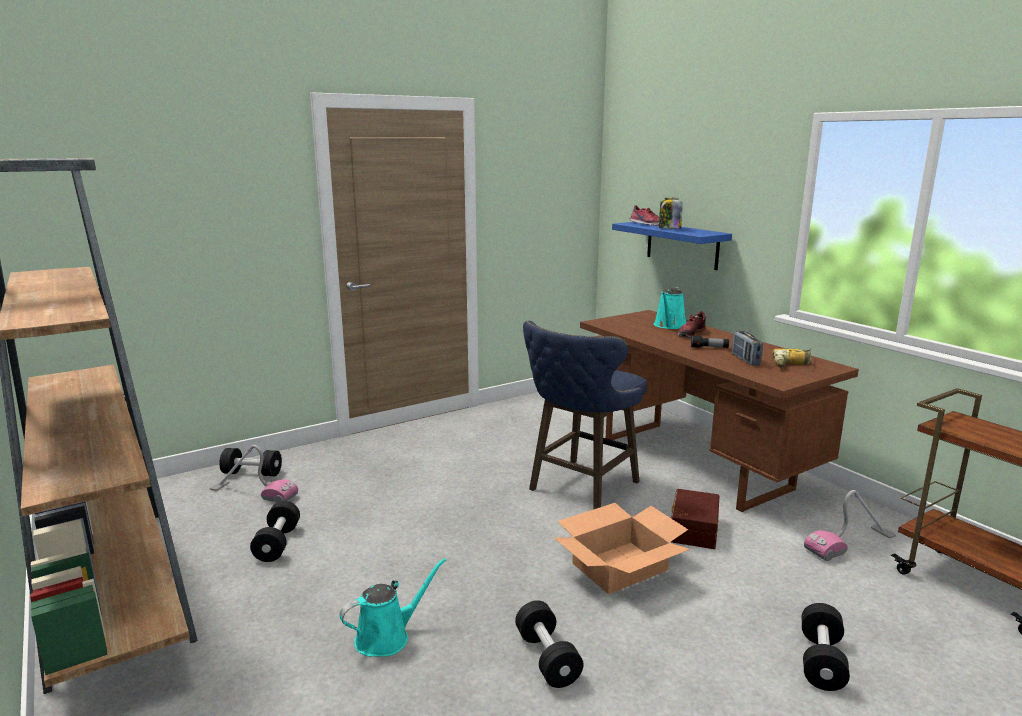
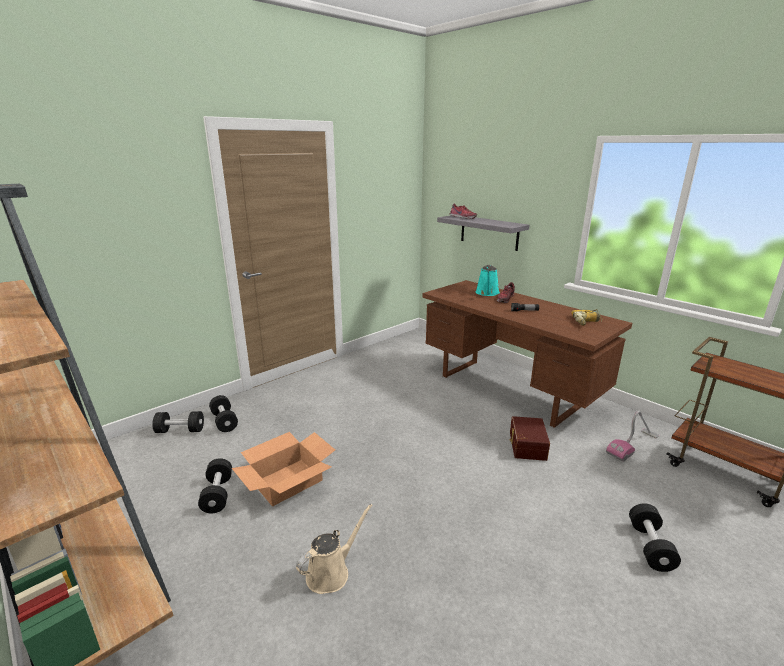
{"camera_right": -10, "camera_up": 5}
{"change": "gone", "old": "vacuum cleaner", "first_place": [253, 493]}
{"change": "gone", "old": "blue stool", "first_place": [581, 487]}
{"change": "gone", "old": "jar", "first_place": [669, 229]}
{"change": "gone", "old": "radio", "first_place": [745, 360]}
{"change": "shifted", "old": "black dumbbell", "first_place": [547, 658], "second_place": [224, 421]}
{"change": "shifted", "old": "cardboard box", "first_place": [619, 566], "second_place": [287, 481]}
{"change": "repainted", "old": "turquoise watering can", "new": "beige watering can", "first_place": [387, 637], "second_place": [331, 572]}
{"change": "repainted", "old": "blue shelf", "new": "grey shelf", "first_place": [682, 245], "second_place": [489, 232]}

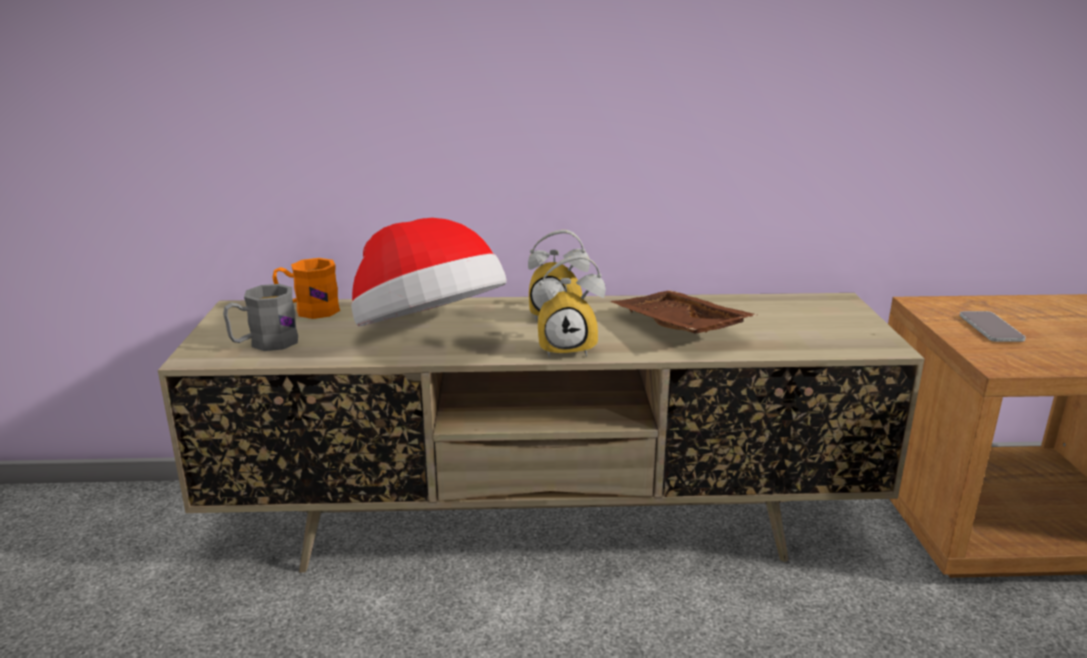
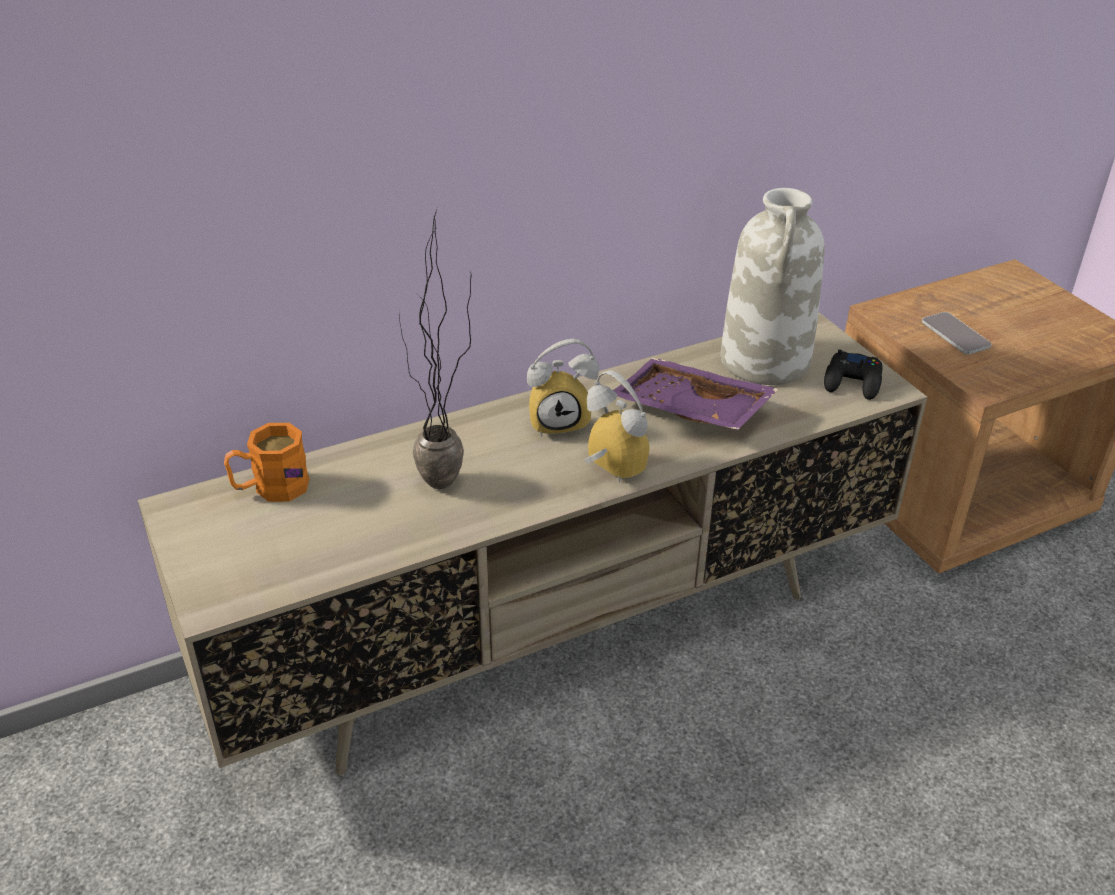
{"camera_right": -25, "camera_up": 15}
{"change": "gone", "old": "grey mug", "first_place": [264, 343]}
{"change": "new", "new": "white vase", "second_place": [766, 362]}
{"change": "new", "new": "black game controller", "second_place": [853, 382]}
{"change": "swapped", "old": "hat", "new": "potted plant", "first_place": [428, 335], "second_place": [446, 492]}
{"change": "repainted", "old": "brown tray", "new": "purple tray", "first_place": [676, 328], "second_place": [689, 411]}
{"change": "rotated", "old": "alarm clock", "first_place": [568, 348], "second_place": [607, 472], "degrees": -105}

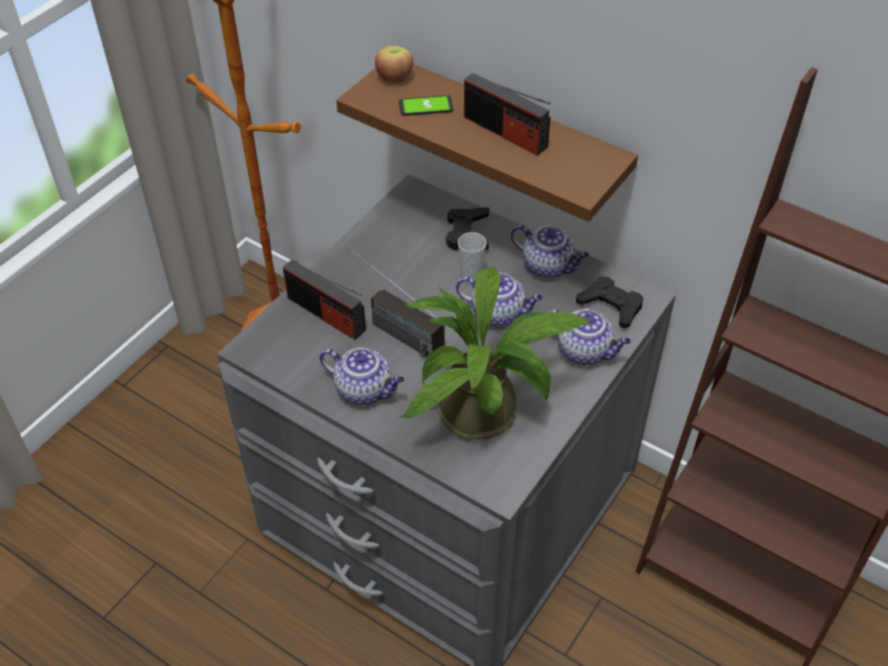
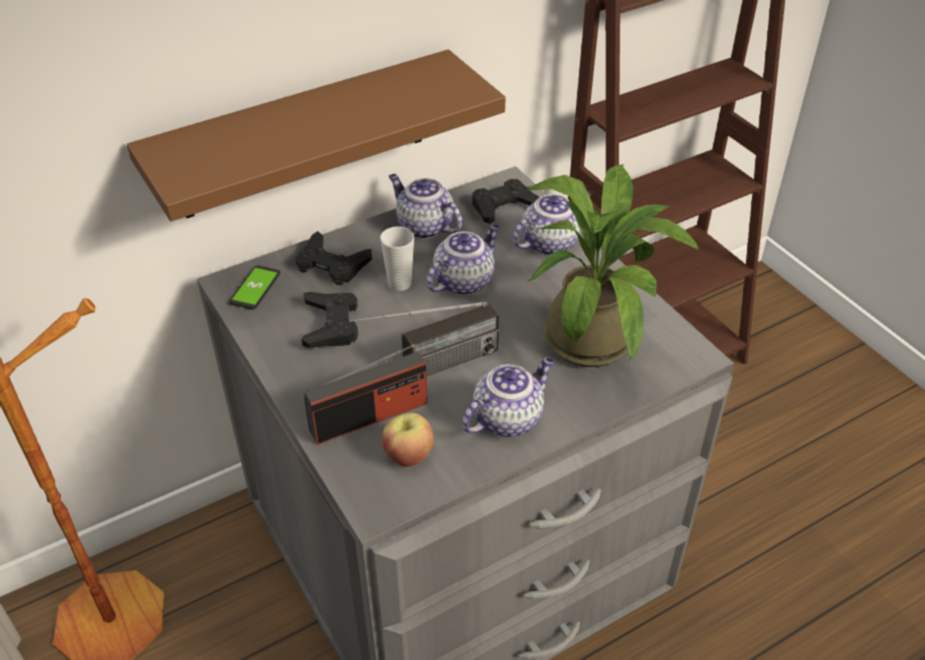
{"camera_right": -65, "camera_up": -5}
{"change": "gone", "old": "radio", "first_place": [505, 132]}
{"change": "new", "new": "black game controller", "second_place": [331, 325]}
{"change": "shifted", "old": "apple", "first_place": [394, 78], "second_place": [408, 454]}
{"change": "shifted", "old": "phone", "first_place": [426, 107], "second_place": [255, 288]}
{"change": "rotated", "old": "teapot", "first_place": [548, 266], "second_place": [423, 226], "degrees": -105}

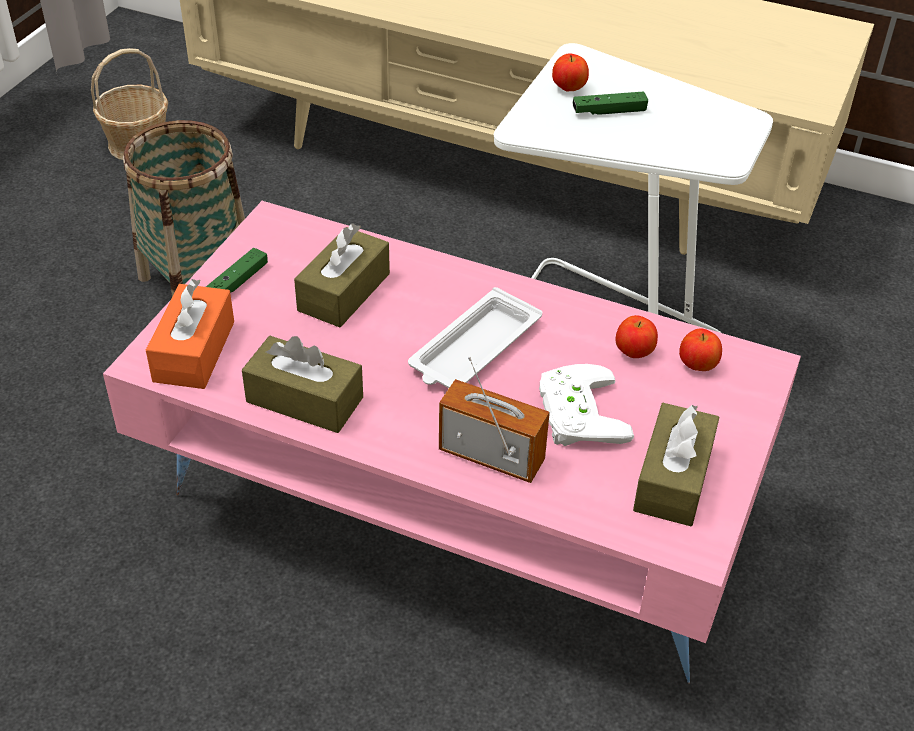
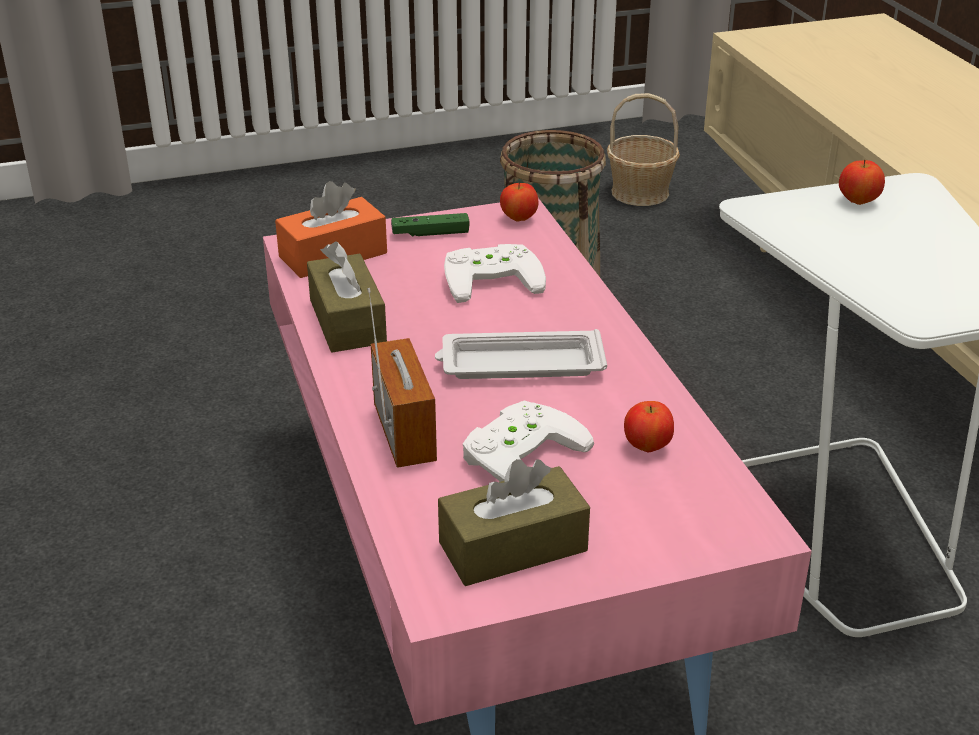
{"camera_right": 50, "camera_up": -10}
{"change": "gone", "old": "green game controller", "first_place": [609, 111]}
{"change": "shifted", "old": "apple", "first_place": [697, 366], "second_place": [518, 219]}
{"change": "swapped", "old": "brown tissue box", "new": "white game controller", "first_place": [344, 292], "second_place": [491, 277]}

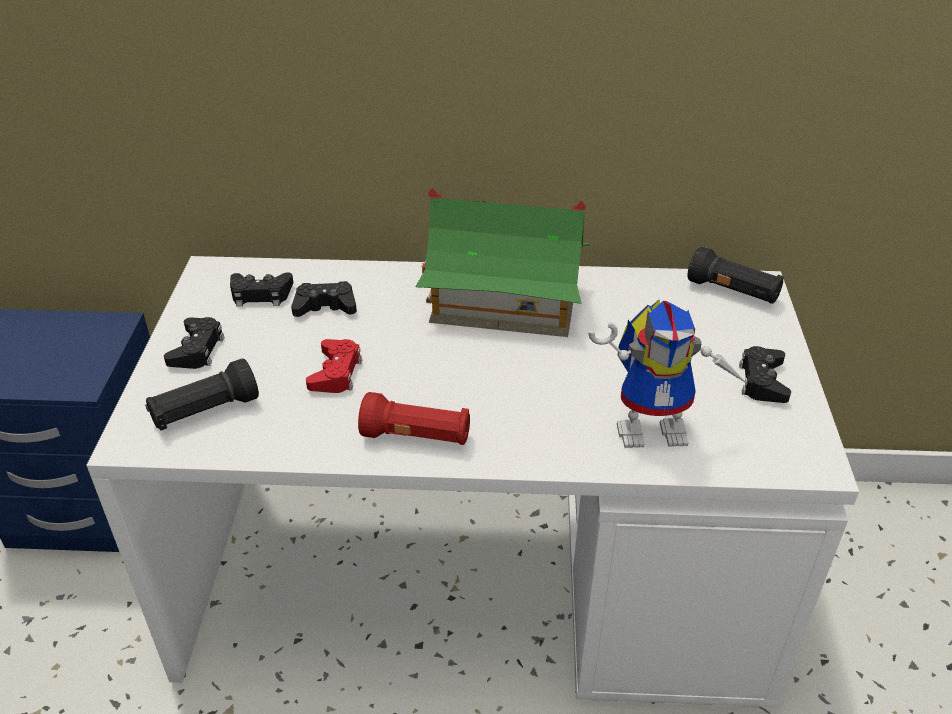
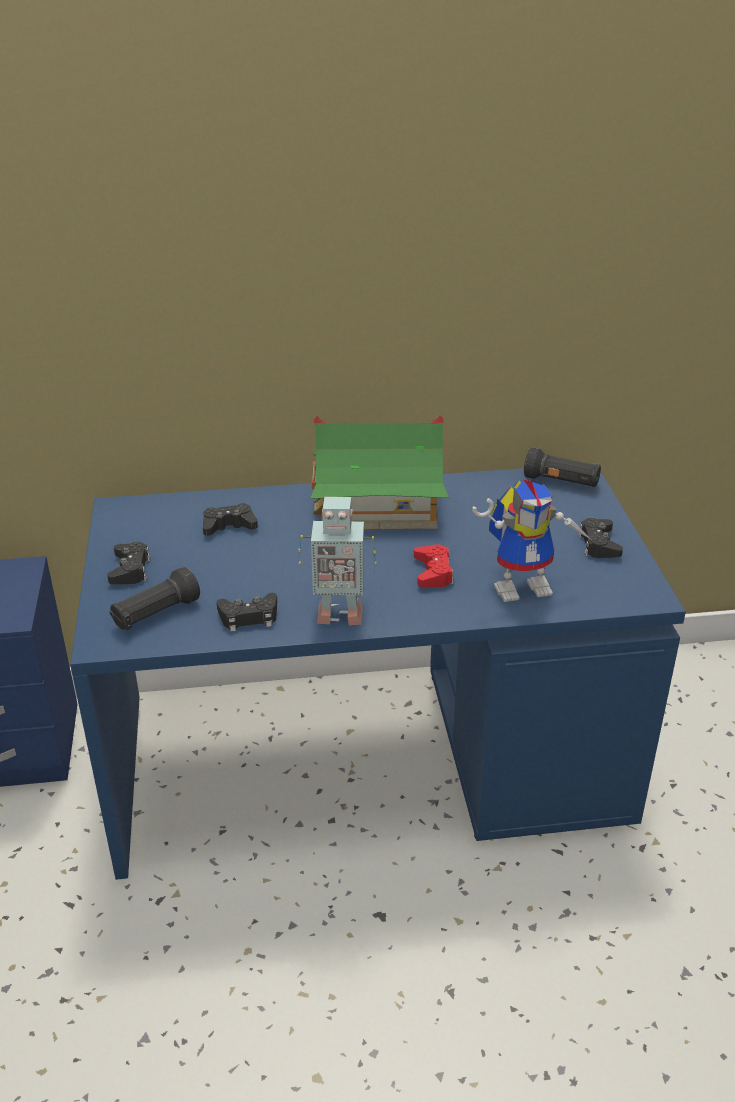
{"camera_right": -10, "camera_up": -5}
{"change": "shifted", "old": "black game controller", "first_place": [261, 294], "second_place": [249, 617]}
{"change": "shifted", "old": "red game controller", "first_place": [336, 373], "second_place": [433, 572]}
{"change": "swapped", "old": "red flashlight", "new": "toy robot", "first_place": [417, 437], "second_place": [338, 613]}
{"change": "repainted", "old": "white desk", "new": "blue desk", "first_place": [476, 574], "second_place": [367, 758]}

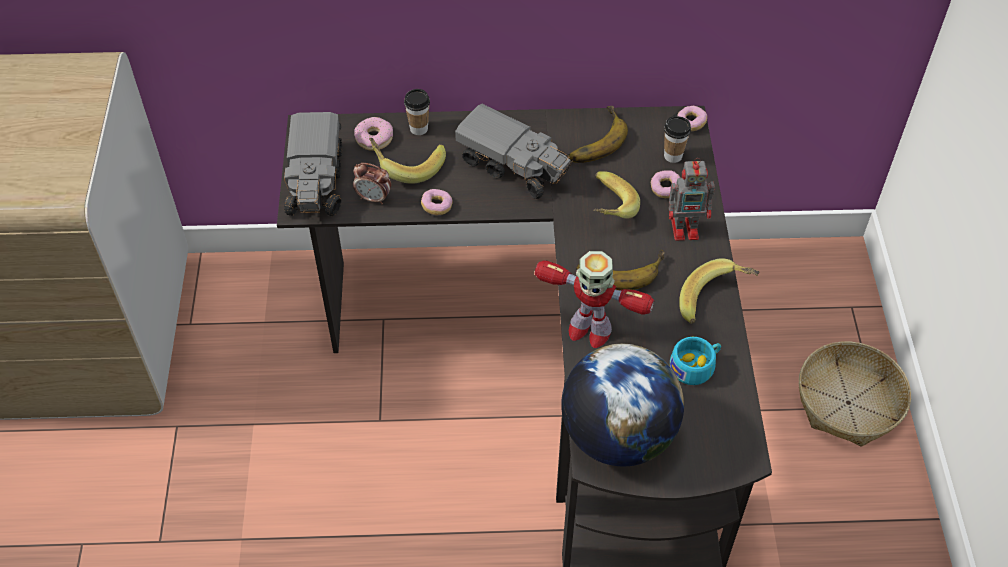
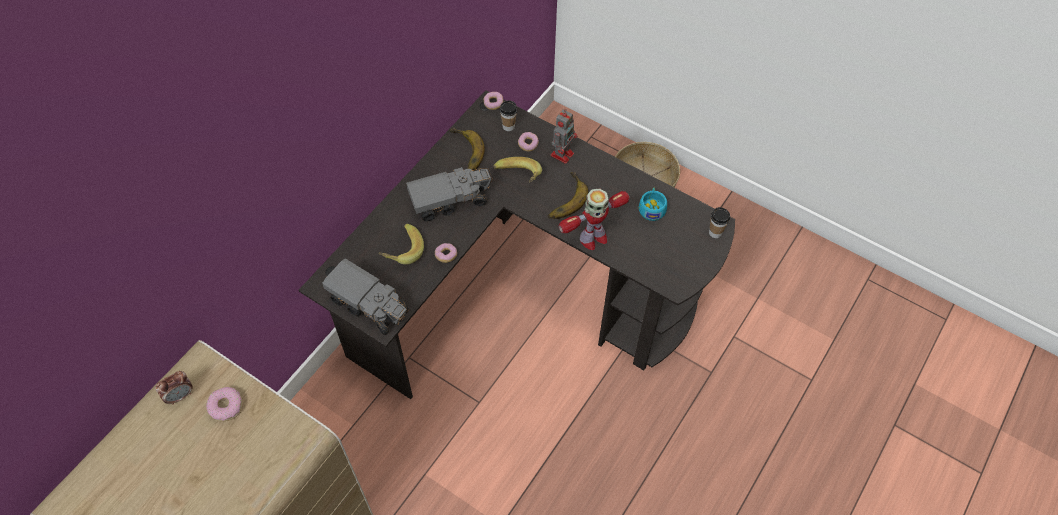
{"camera_right": -55, "camera_up": 5}
{"change": "gone", "old": "globe", "first_place": [617, 436]}
{"change": "gone", "old": "banana", "first_place": [715, 302]}
{"change": "shifted", "old": "alarm clock", "first_place": [374, 198], "second_place": [180, 395]}
{"change": "shifted", "old": "donut", "first_place": [374, 138], "second_place": [226, 406]}
{"change": "shifted", "old": "cup", "first_place": [419, 129], "second_place": [715, 232]}

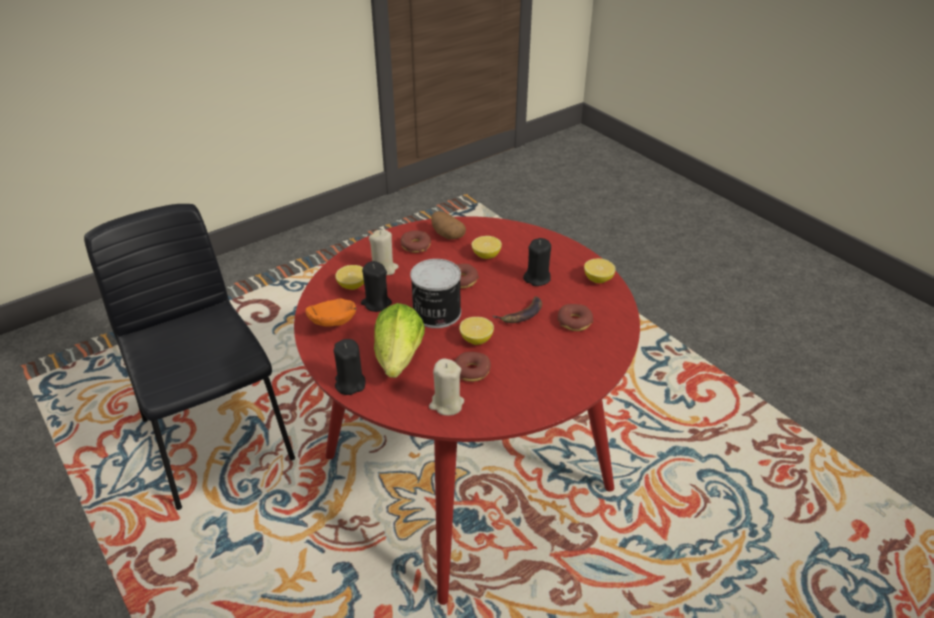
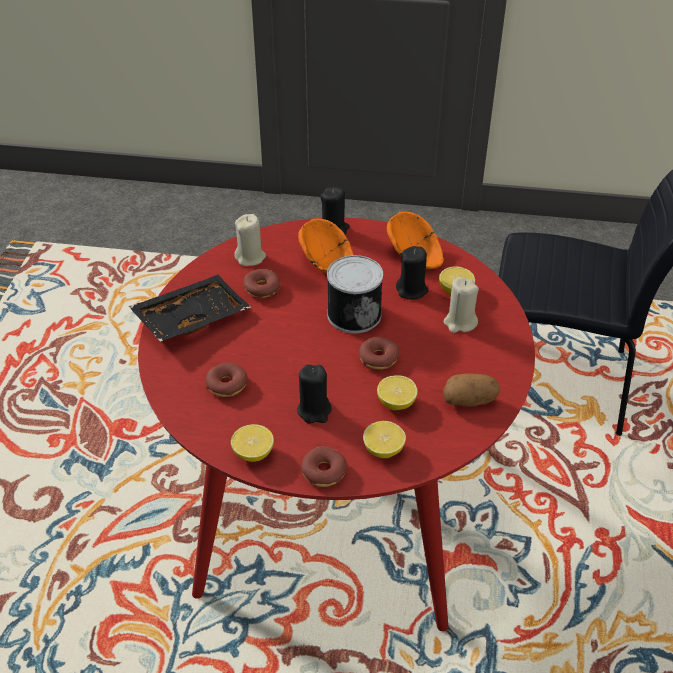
{"camera_right": 135, "camera_up": 5}
{"change": "gone", "old": "banana", "first_place": [521, 314]}
{"change": "new", "new": "black tray", "second_place": [191, 317]}
{"change": "shifted", "old": "donut", "first_place": [415, 246], "second_place": [324, 471]}
{"change": "shifted", "old": "lemon", "first_place": [476, 339], "second_place": [383, 449]}
{"change": "swapped", "old": "lettuce", "new": "orange bowl", "first_place": [399, 358], "second_place": [327, 264]}

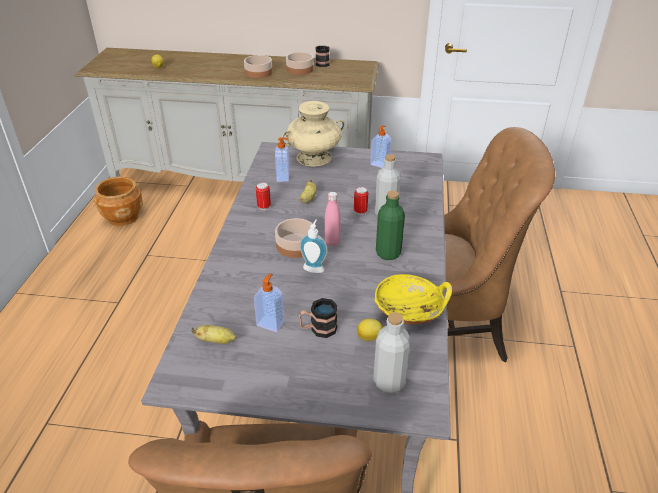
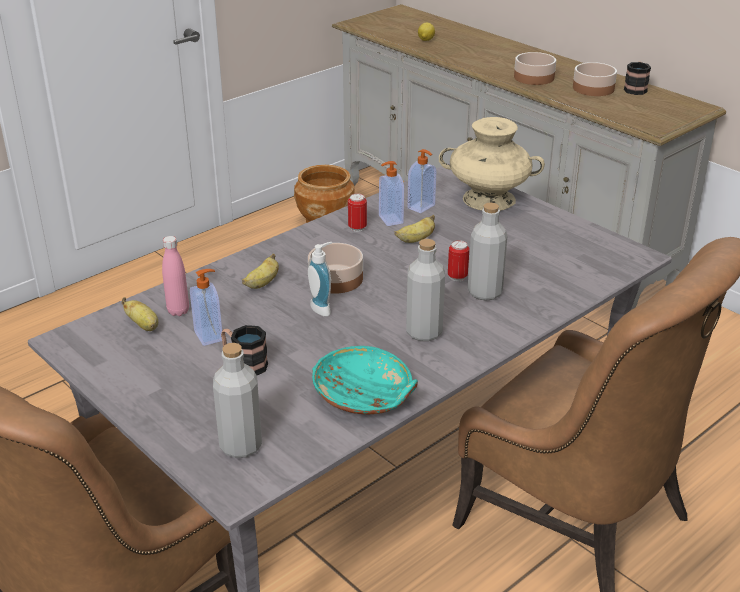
{"camera_right": 40, "camera_up": -5}
{"change": "gone", "old": "lemon", "first_place": [370, 337]}
{"change": "new", "new": "banana", "second_place": [262, 283]}
{"change": "shifted", "old": "pink bottle", "first_place": [332, 242], "second_place": [178, 311]}
{"change": "shifted", "old": "soap dispenser", "first_place": [379, 164], "second_place": [390, 220]}
{"change": "repainted", "old": "yellow bowl", "new": "turquoise bowl", "first_place": [410, 308], "second_place": [365, 396]}
{"change": "repainted", "old": "green bottle", "new": "grey bottle", "first_place": [388, 253], "second_place": [424, 332]}

